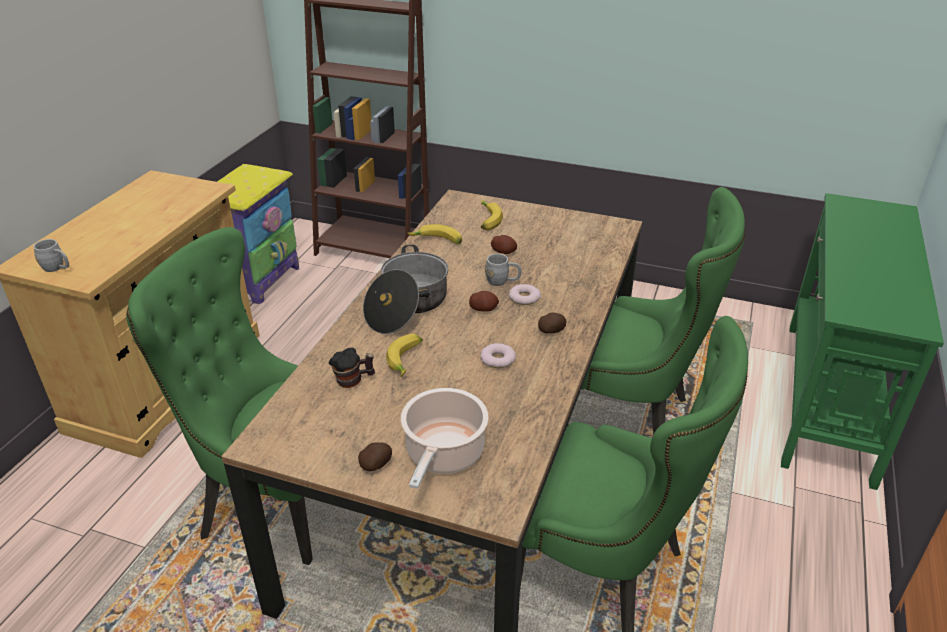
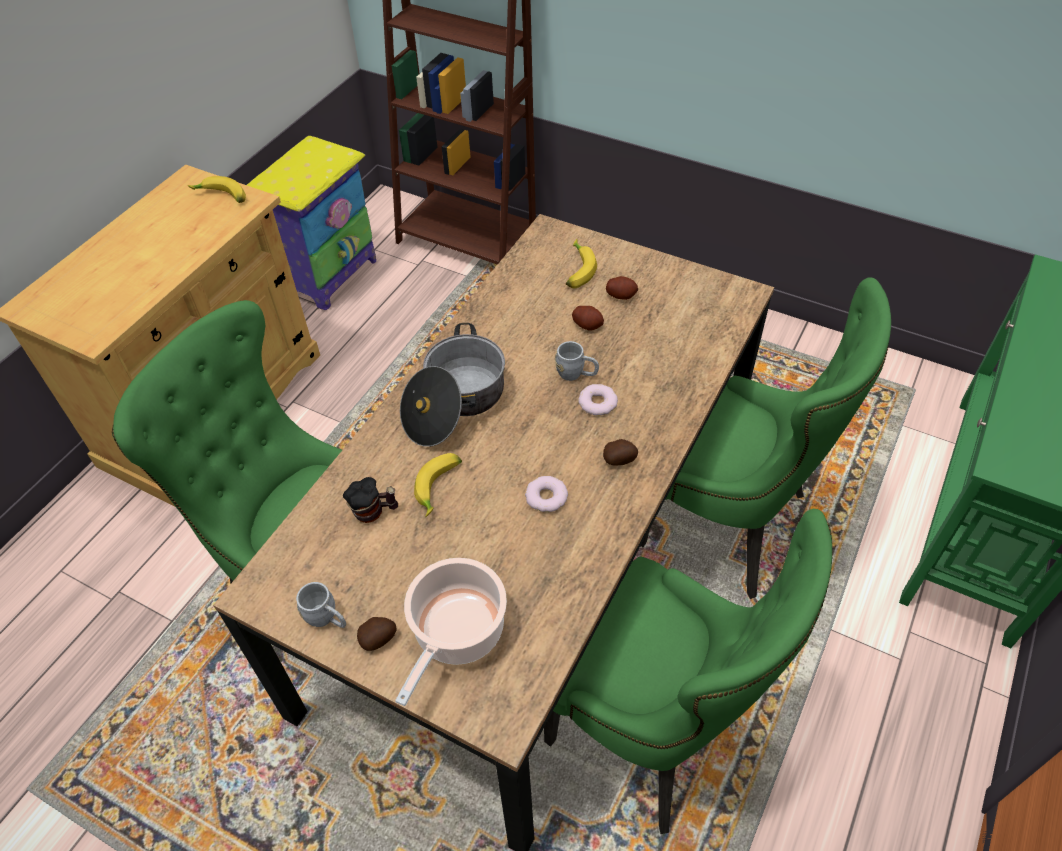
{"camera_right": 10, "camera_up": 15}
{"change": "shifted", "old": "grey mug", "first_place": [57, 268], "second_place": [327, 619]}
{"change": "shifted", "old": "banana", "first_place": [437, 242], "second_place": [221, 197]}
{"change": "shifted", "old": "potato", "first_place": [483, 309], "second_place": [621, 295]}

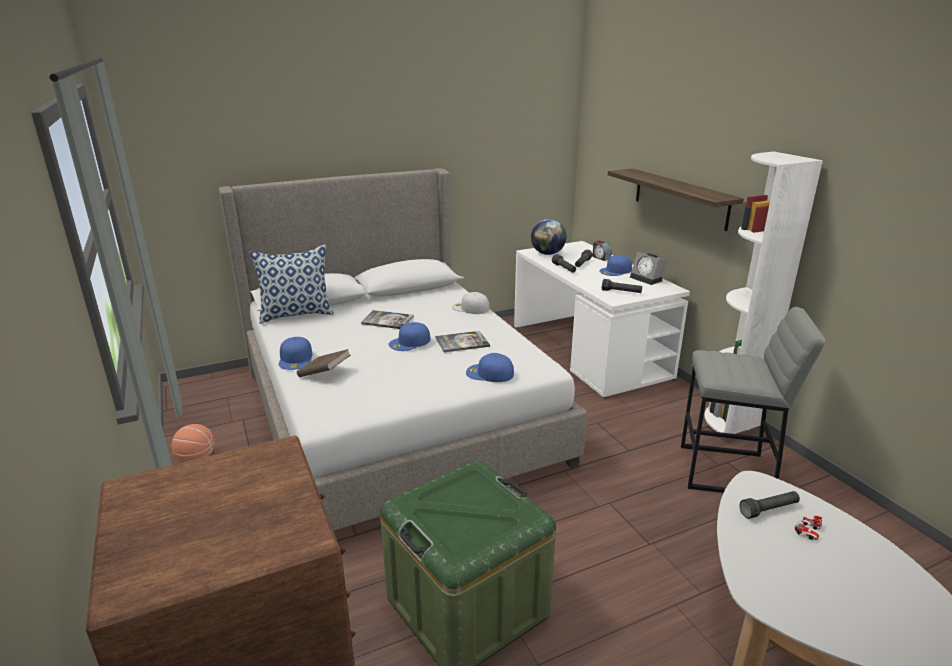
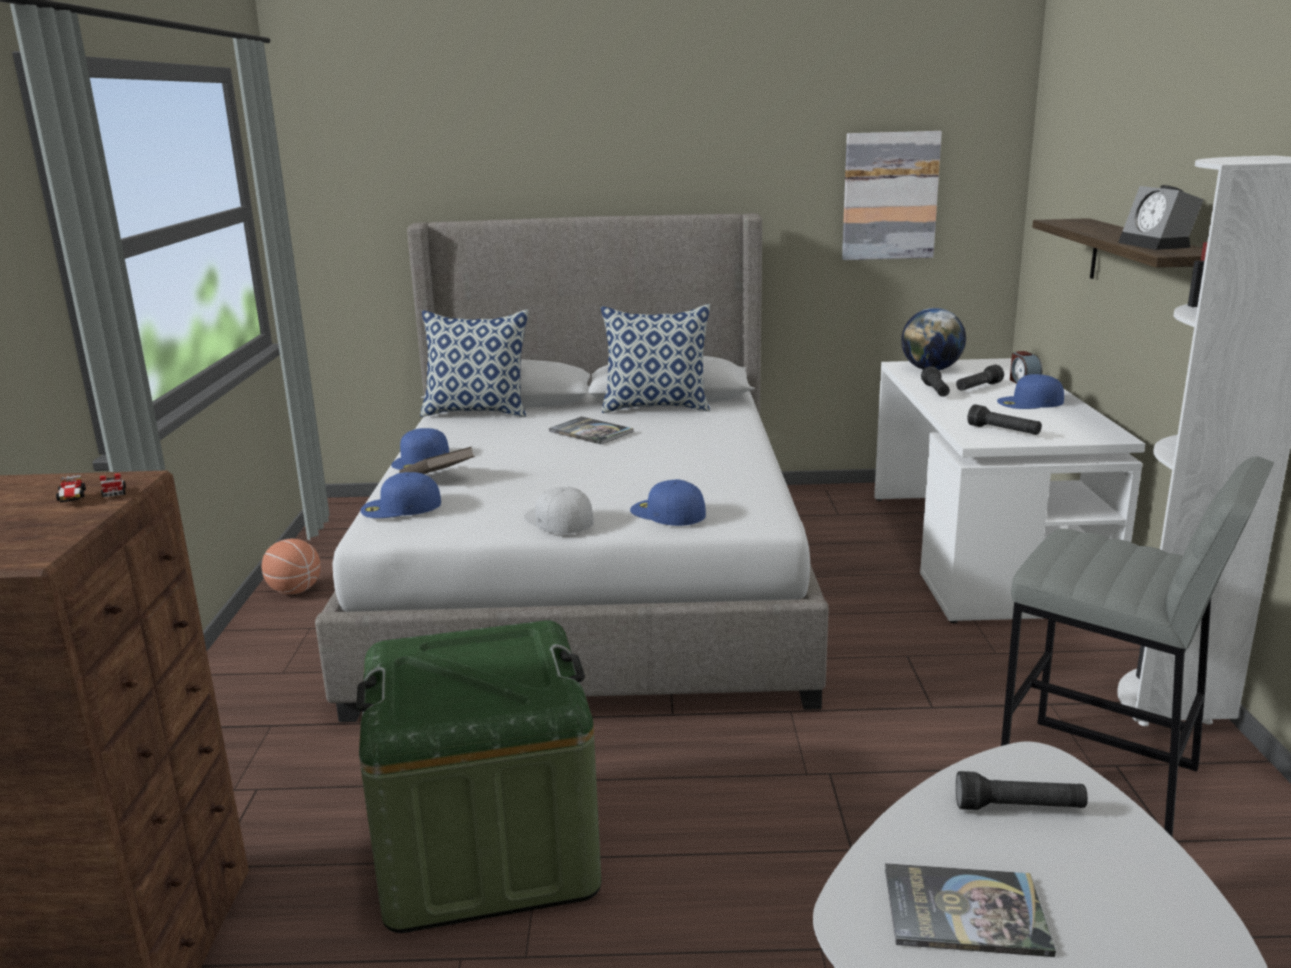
{"camera_right": 25, "camera_up": -5}
{"change": "new", "new": "pillow", "second_place": [657, 407]}
{"change": "new", "new": "picture", "second_place": [890, 196]}
{"change": "shifted", "old": "blue cap", "first_place": [409, 342], "second_place": [400, 507]}
{"change": "shifted", "old": "book", "first_place": [462, 342], "second_place": [965, 911]}
{"change": "shifted", "old": "white cap", "first_place": [470, 308], "second_place": [557, 519]}
{"change": "shifted", "old": "alarm clock", "first_place": [647, 279], "second_place": [1158, 245]}
{"change": "shifted", "old": "toy car", "first_place": [808, 530], "second_place": [93, 496]}

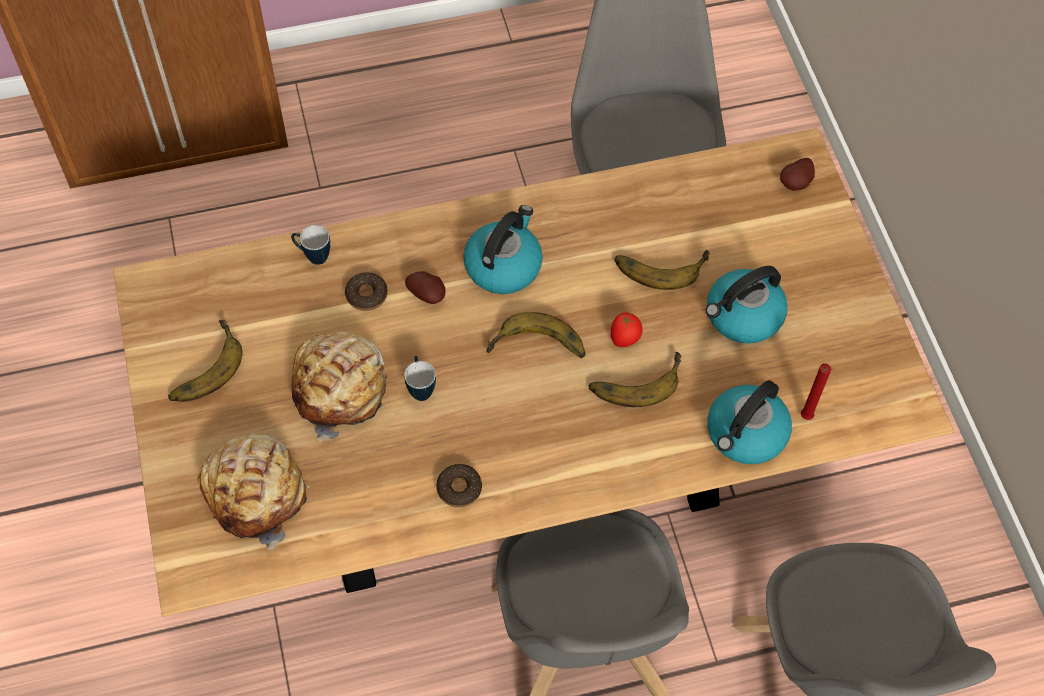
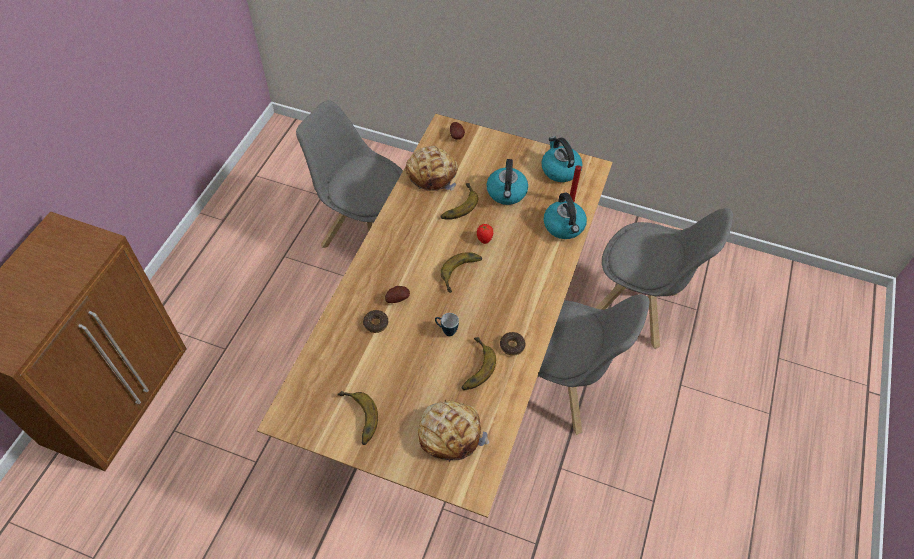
{"camera_right": -55, "camera_up": -5}
{"change": "gone", "old": "mug", "first_place": [313, 256]}
{"change": "shifted", "old": "bread", "first_place": [341, 389], "second_place": [432, 174]}
{"change": "shifted", "old": "kettle", "first_place": [503, 265], "second_place": [559, 169]}
{"change": "shifted", "old": "banana", "first_place": [634, 379], "second_place": [472, 366]}

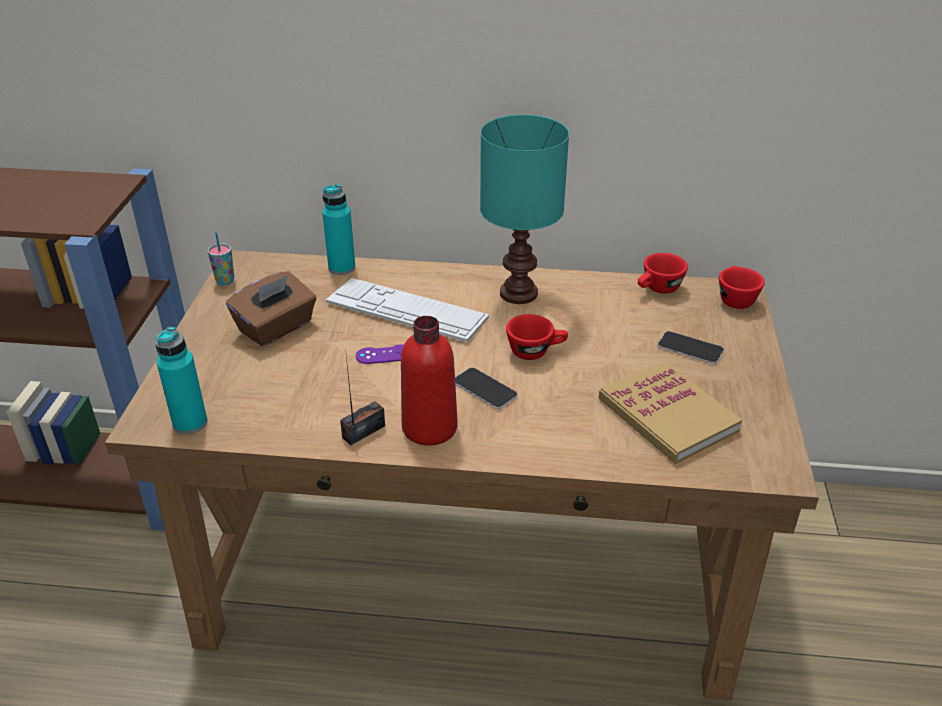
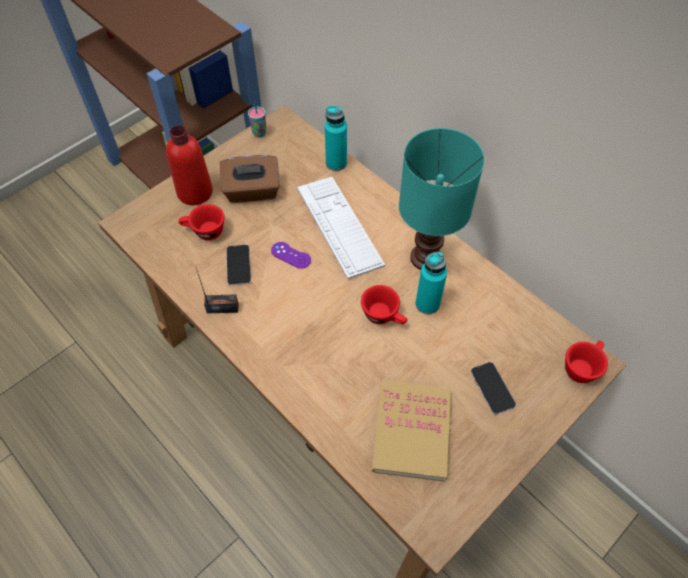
{"camera_right": 40, "camera_up": 20}
{"change": "shifted", "old": "turquoise bottle", "first_place": [190, 423], "second_place": [427, 304]}
{"change": "shifted", "old": "red bottle", "first_place": [429, 428], "second_place": [195, 192]}
{"change": "shifted", "old": "phone", "first_place": [484, 389], "second_place": [238, 265]}
{"change": "shifted", "old": "red cup", "first_place": [658, 289], "second_place": [204, 232]}

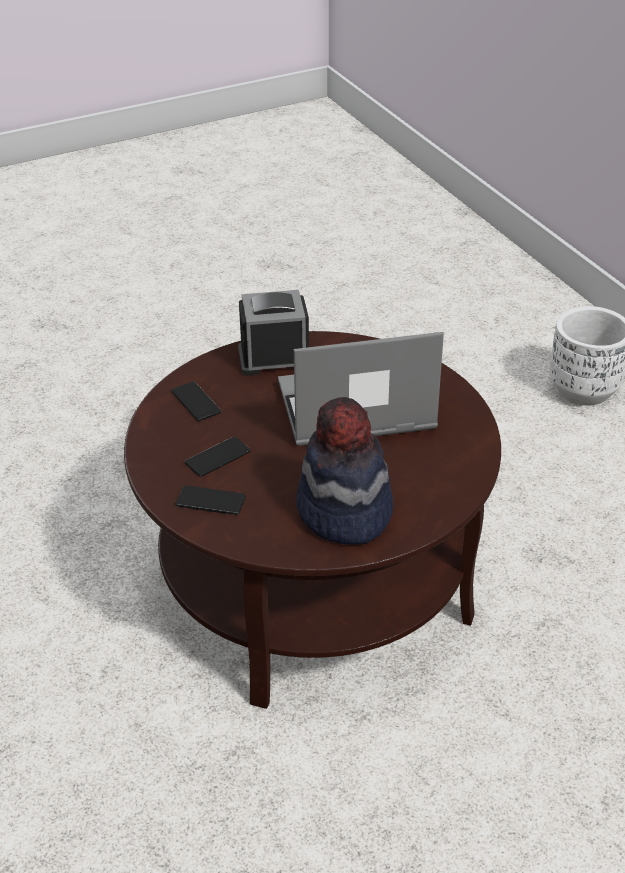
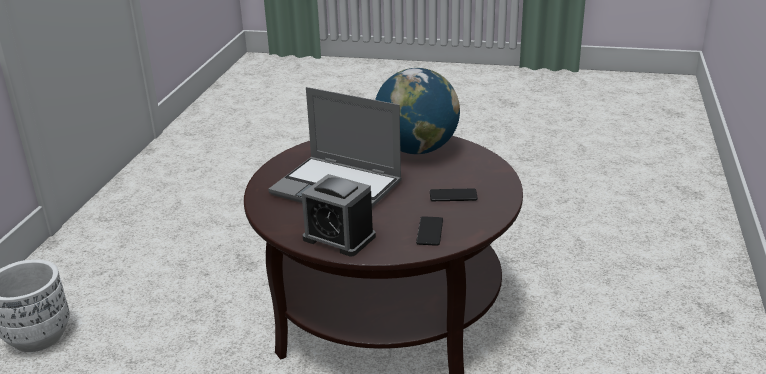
{"camera_right": -140, "camera_up": -10}
{"change": "gone", "old": "phone", "first_place": [210, 501]}
{"change": "swapped", "old": "hat", "new": "globe", "first_place": [344, 512], "second_place": [416, 150]}

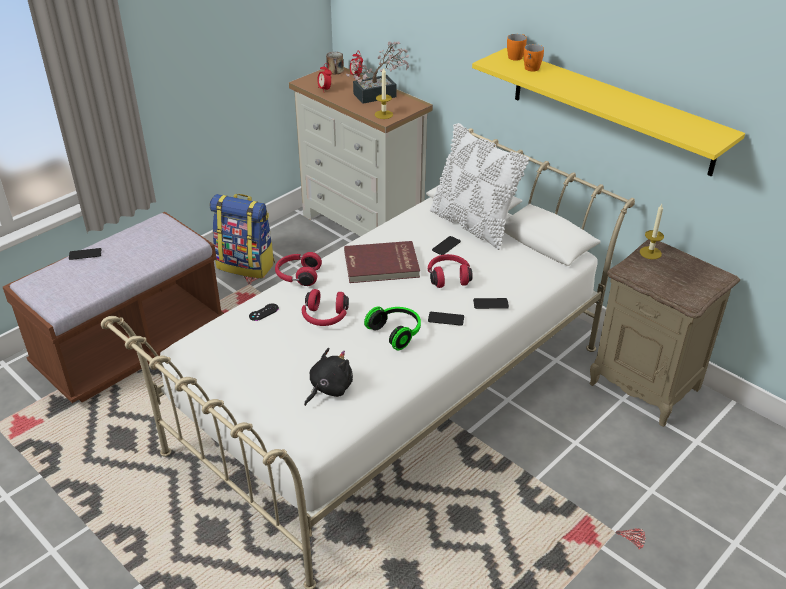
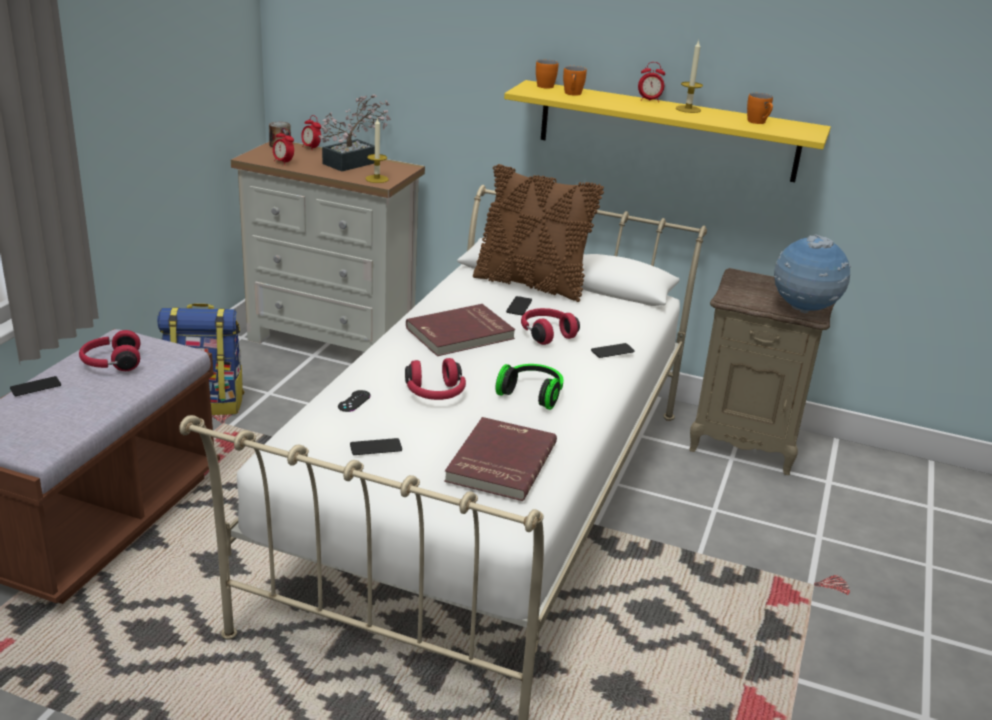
{"camera_right": -25, "camera_up": -10}
{"change": "new", "new": "alarm clock", "second_place": [649, 100]}
{"change": "new", "new": "orange mug", "second_place": [759, 122]}
{"change": "new", "new": "globe", "second_place": [803, 310]}
{"change": "shifted", "old": "red headphones", "first_place": [298, 276], "second_place": [111, 363]}
{"change": "shifted", "old": "phone", "first_place": [446, 319], "second_place": [376, 447]}
{"change": "shifted", "old": "candle", "first_place": [650, 253], "second_place": [688, 109]}
{"change": "swapped", "old": "black plush toy", "new": "red book", "first_place": [329, 388], "second_place": [499, 462]}
{"change": "repainted", "old": "white pillow", "new": "brown pillow", "first_place": [473, 225], "second_place": [532, 284]}

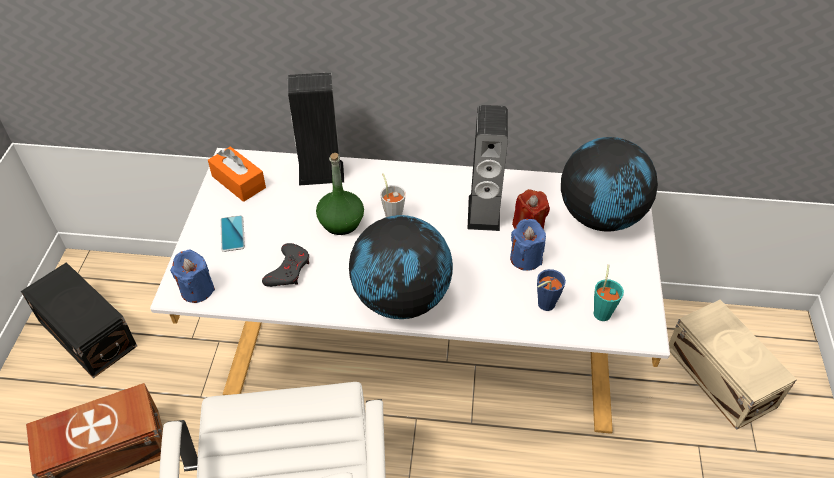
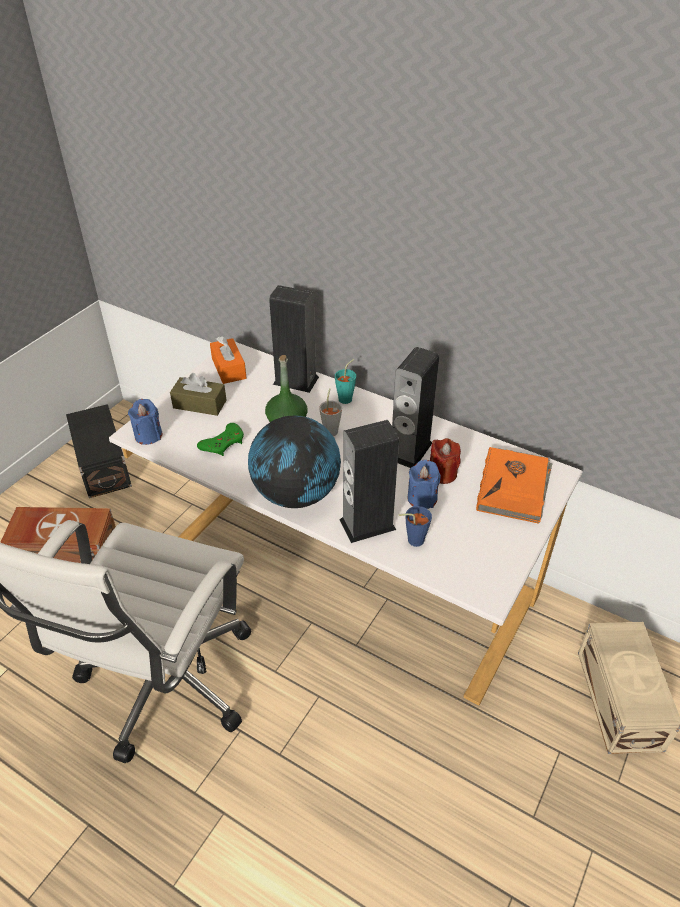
{"camera_right": 25, "camera_up": -5}
{"change": "new", "new": "speaker", "second_place": [367, 524]}
{"change": "shifted", "old": "turquoise cup", "first_place": [602, 310], "second_place": [347, 398]}
{"change": "swapped", "old": "phone", "new": "brown tissue box", "first_place": [232, 234], "second_place": [199, 404]}
{"change": "swapped", "old": "globe", "new": "orange book", "first_place": [600, 217], "second_place": [514, 487]}
{"change": "repainted", "old": "grey game controller", "new": "green game controller", "first_place": [288, 270], "second_place": [223, 443]}

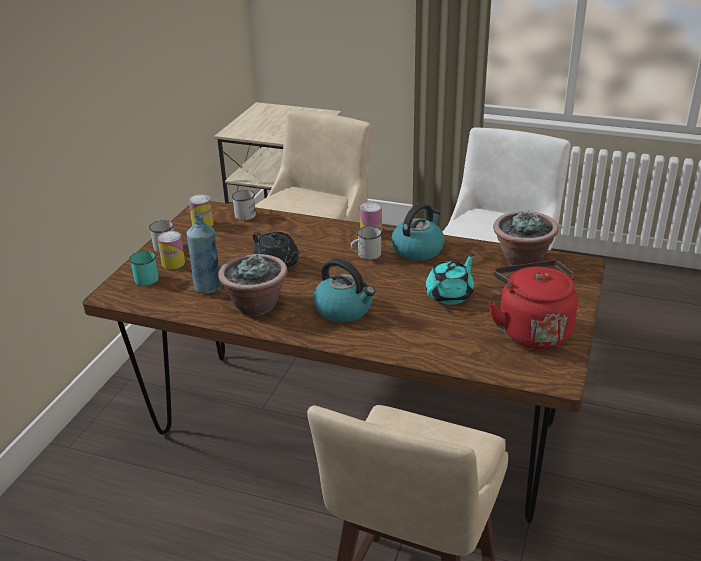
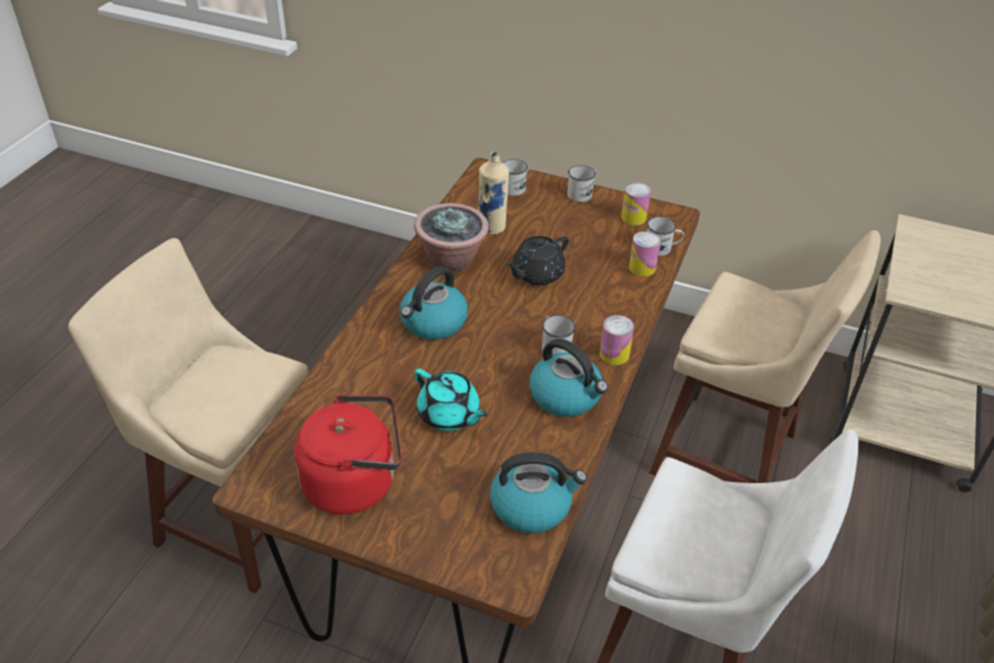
{"camera_right": 90, "camera_up": 10}
{"change": "shifted", "old": "can", "first_place": [173, 263], "second_place": [642, 268]}
{"change": "swapped", "old": "potted plant", "new": "kettle", "first_place": [522, 259], "second_place": [532, 506]}
{"change": "repainted", "old": "turquoise mug", "new": "white mug", "first_place": [144, 278], "second_place": [516, 187]}
{"change": "repainted", "old": "blue bottle", "new": "beige bottle", "first_place": [208, 288], "second_place": [491, 227]}

